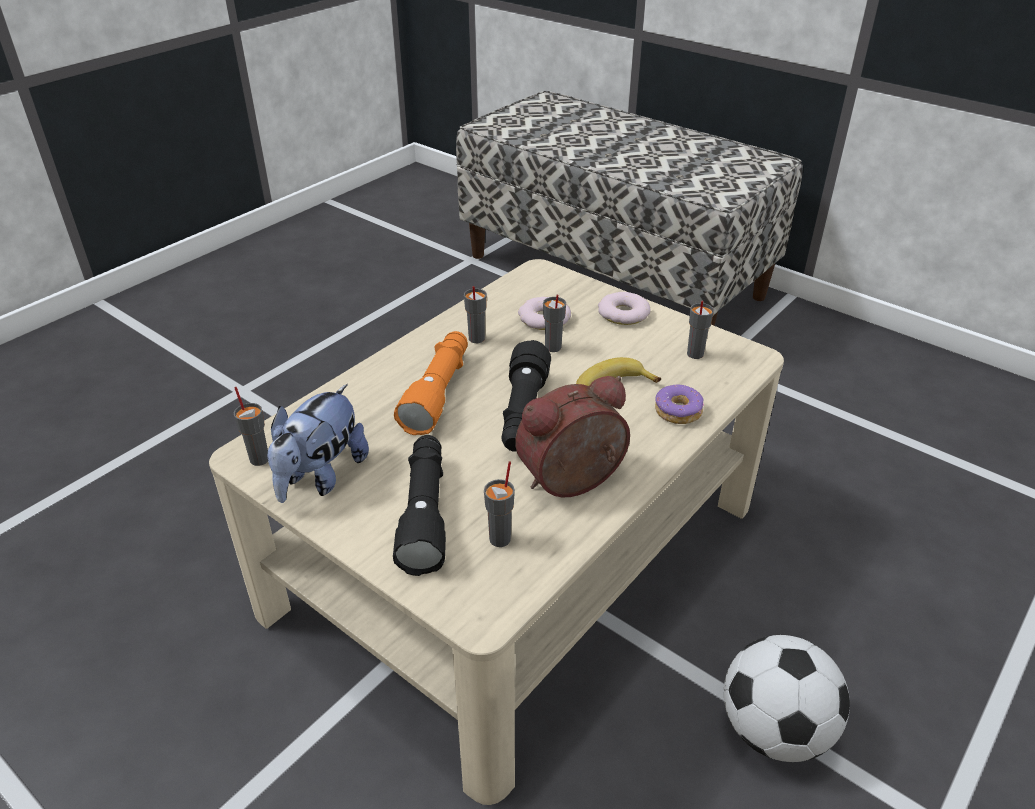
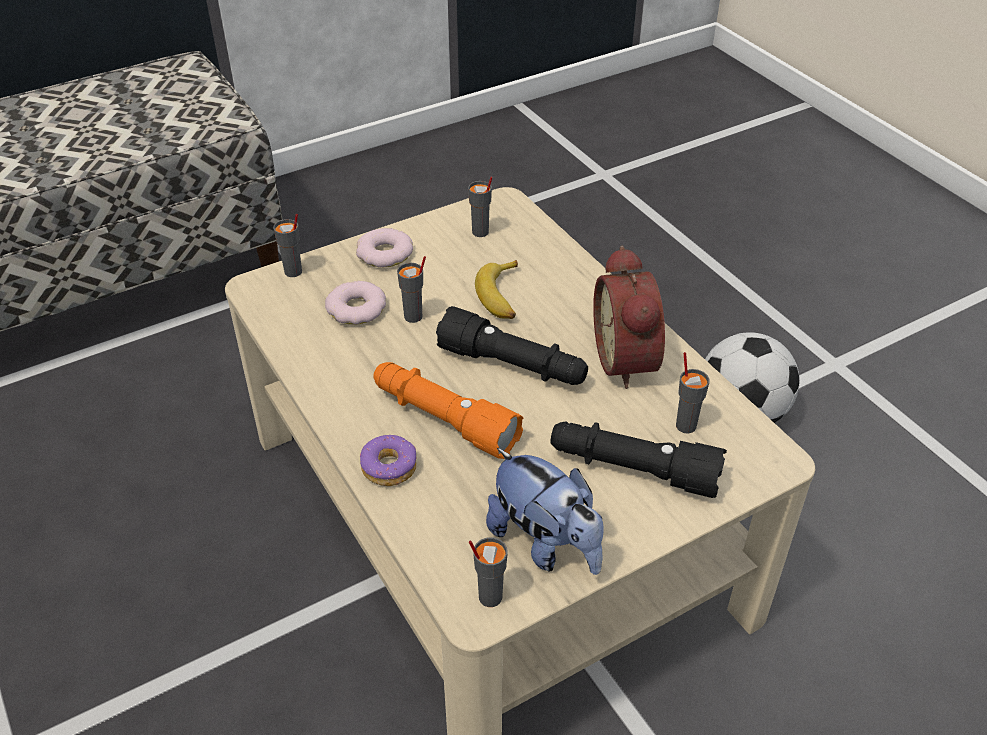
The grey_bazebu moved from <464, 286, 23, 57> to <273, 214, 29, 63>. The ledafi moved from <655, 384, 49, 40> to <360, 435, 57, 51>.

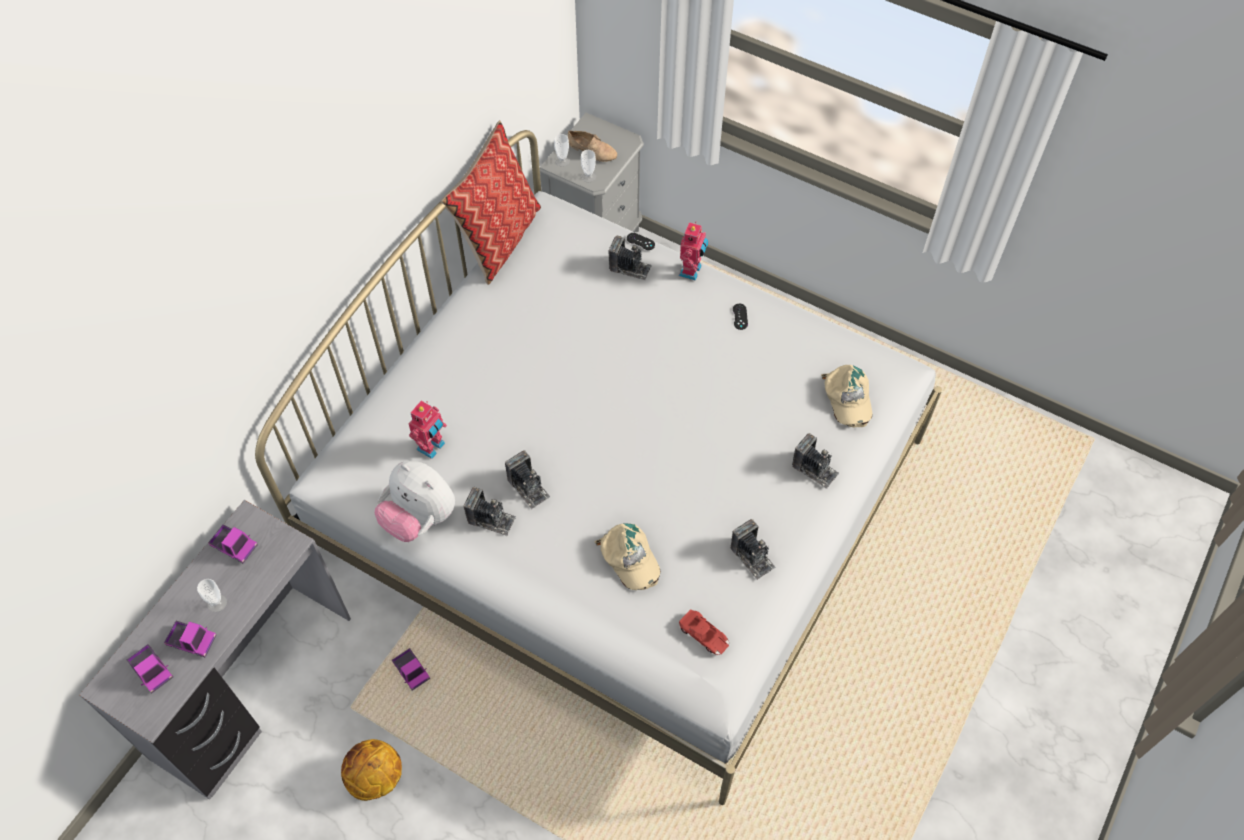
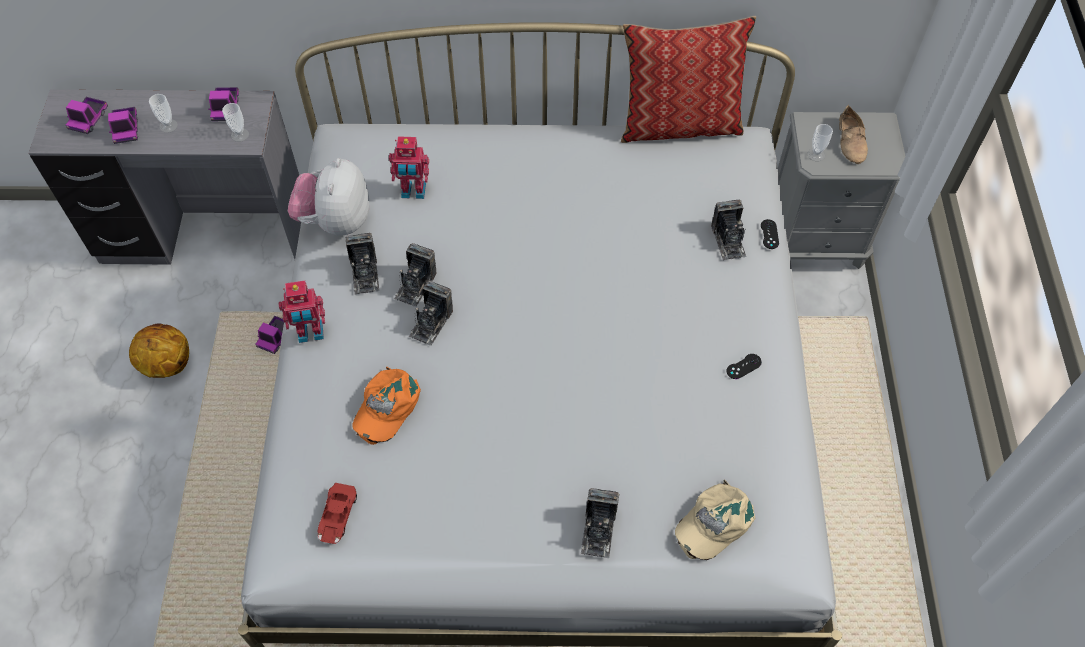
The bazebu moved from <554, 134, 16, 33> to <222, 103, 27, 39>. The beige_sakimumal at <595, 523, 66, 67> became the orange_sakimumal at <352, 367, 69, 78>. The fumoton moved from <679, 222, 29, 59> to <279, 280, 46, 63>. The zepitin moved from <730, 519, 45, 61> to <409, 281, 44, 65>.

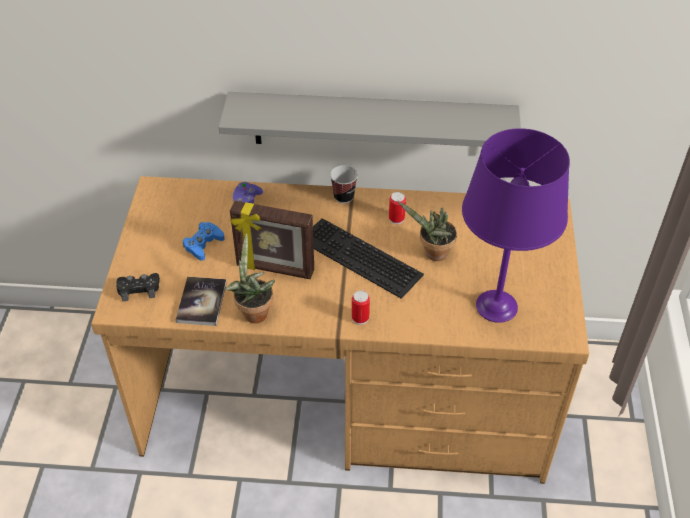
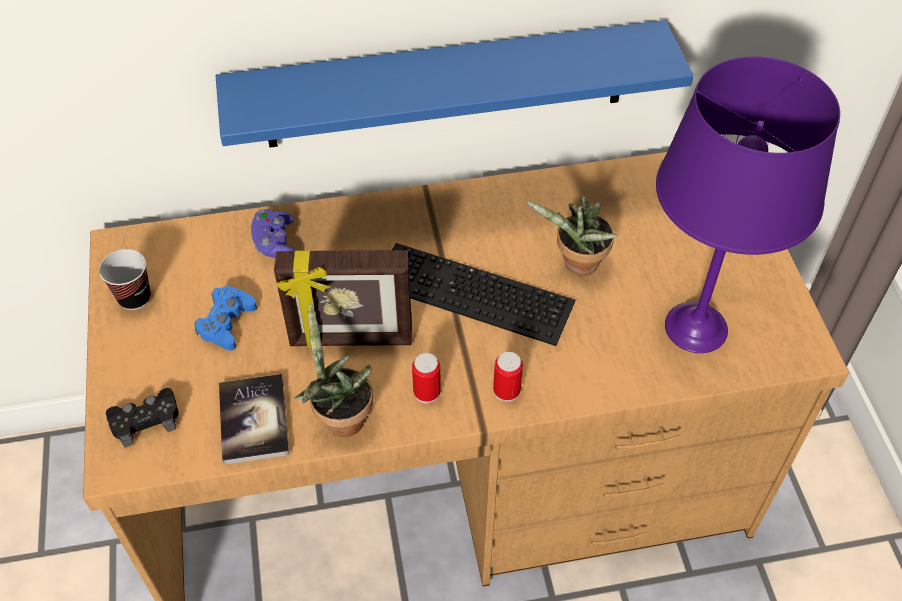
The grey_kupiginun at <219, 92, 302, 55> became the blue_kupiginun at <216, 20, 478, 128>. The bazebu moved from <330, 165, 28, 38> to <99, 249, 52, 61>. The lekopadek moved from <389, 192, 17, 32> to <412, 353, 29, 50>.

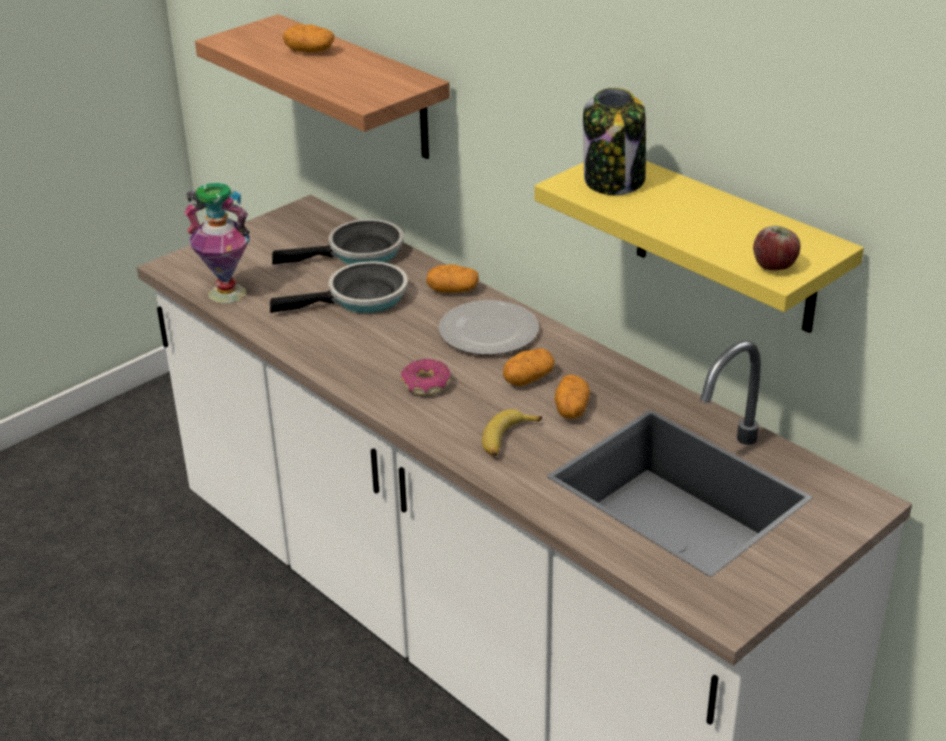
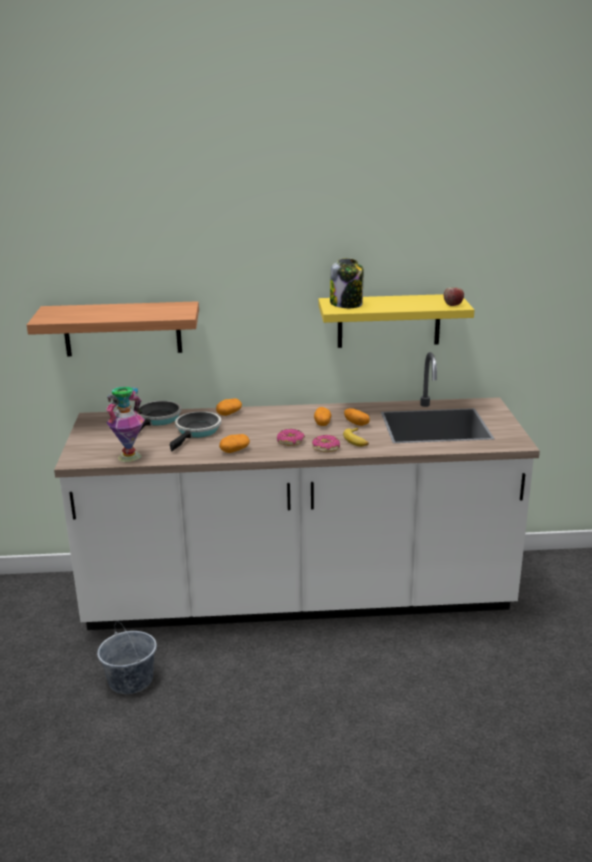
The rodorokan moved from <283, 24, 51, 28> to <219, 434, 31, 19>. The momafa at <438, 300, 101, 55> disappeared. The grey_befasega at <97, 621, 60, 73> appeared. The ledafi at <312, 435, 28, 17> appeared.

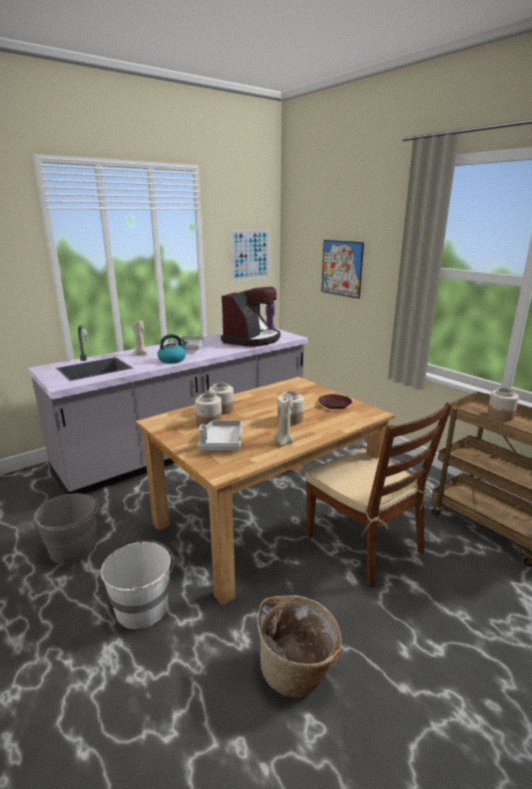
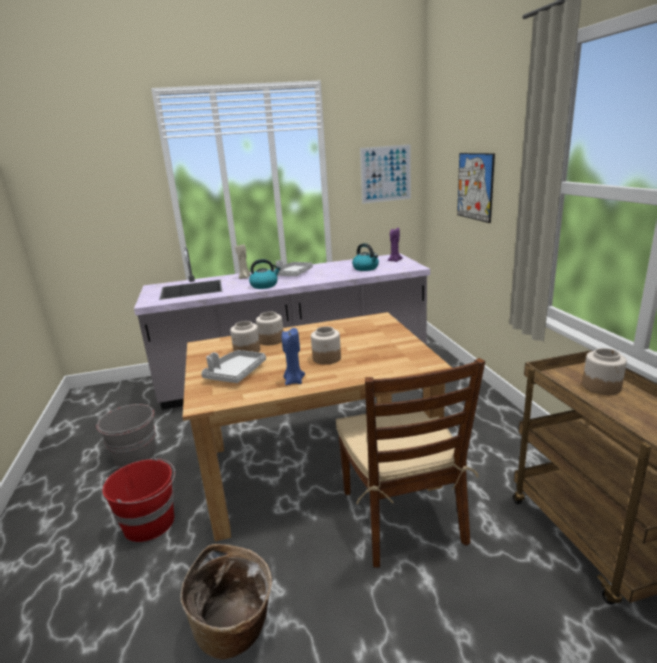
The white_befasega at <101, 540, 73, 89> became the red_befasega at <103, 458, 72, 84>. The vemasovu at <221, 287, 60, 60> was replaced by the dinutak at <352, 243, 27, 28>. The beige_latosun at <274, 393, 19, 52> became the blue_latosun at <282, 328, 23, 57>. The brown_momafa at <318, 394, 34, 15> disappeared.

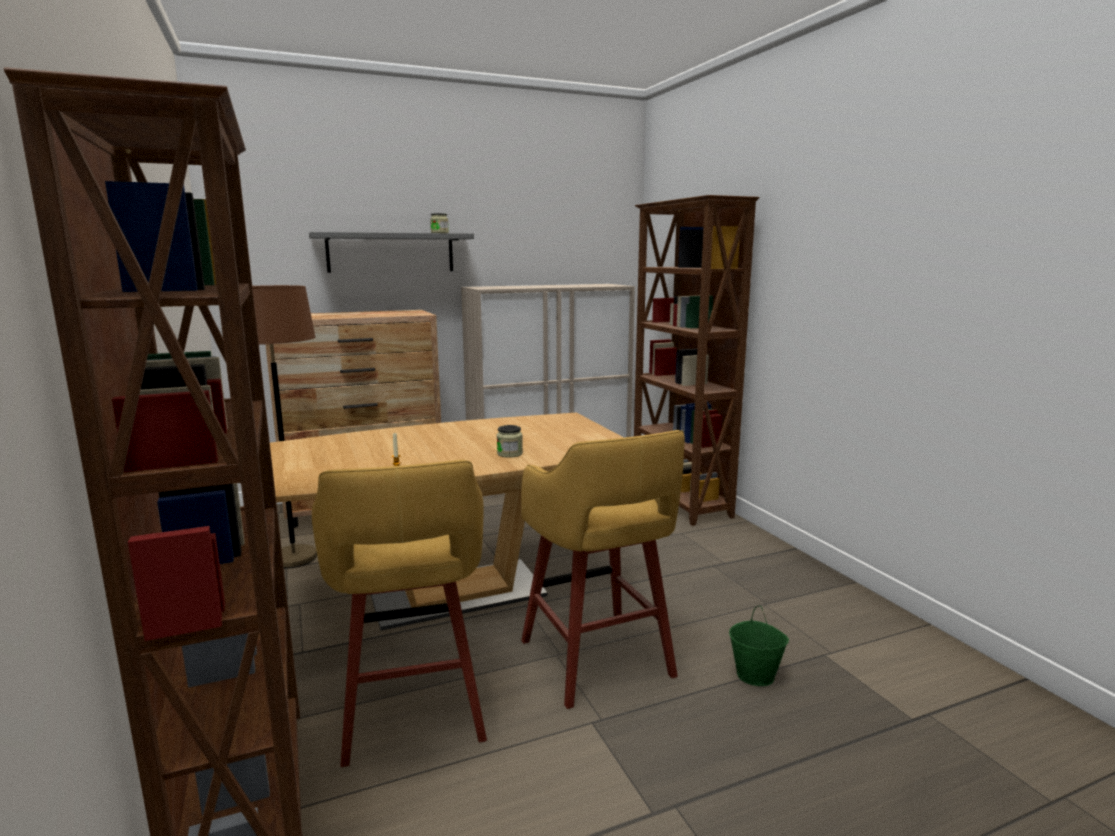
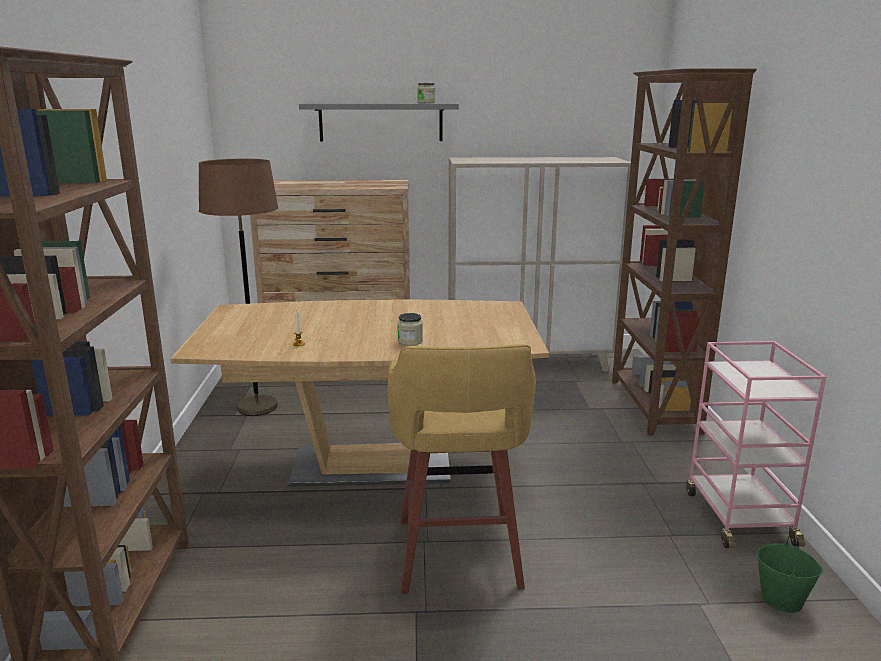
The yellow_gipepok at <312, 460, 175, 307> disappeared. The green_befasega moved from <729, 606, 60, 80> to <757, 531, 67, 82>. The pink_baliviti at <686, 341, 140, 207> appeared.

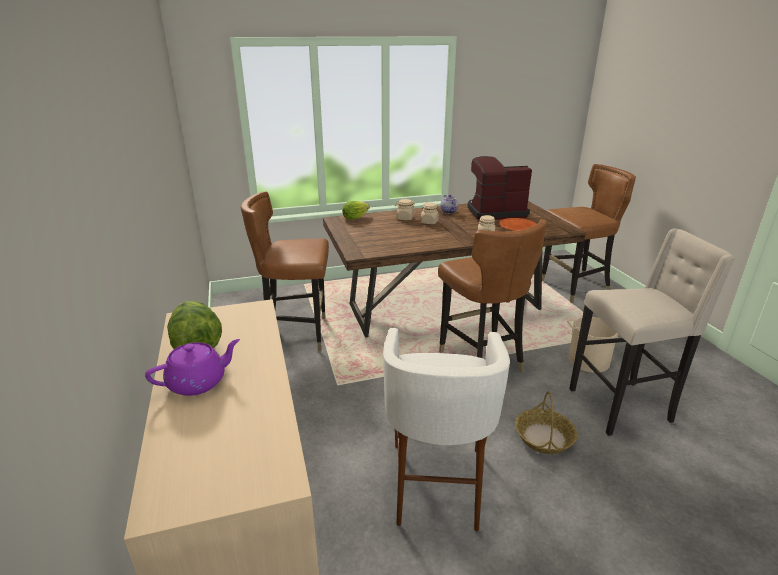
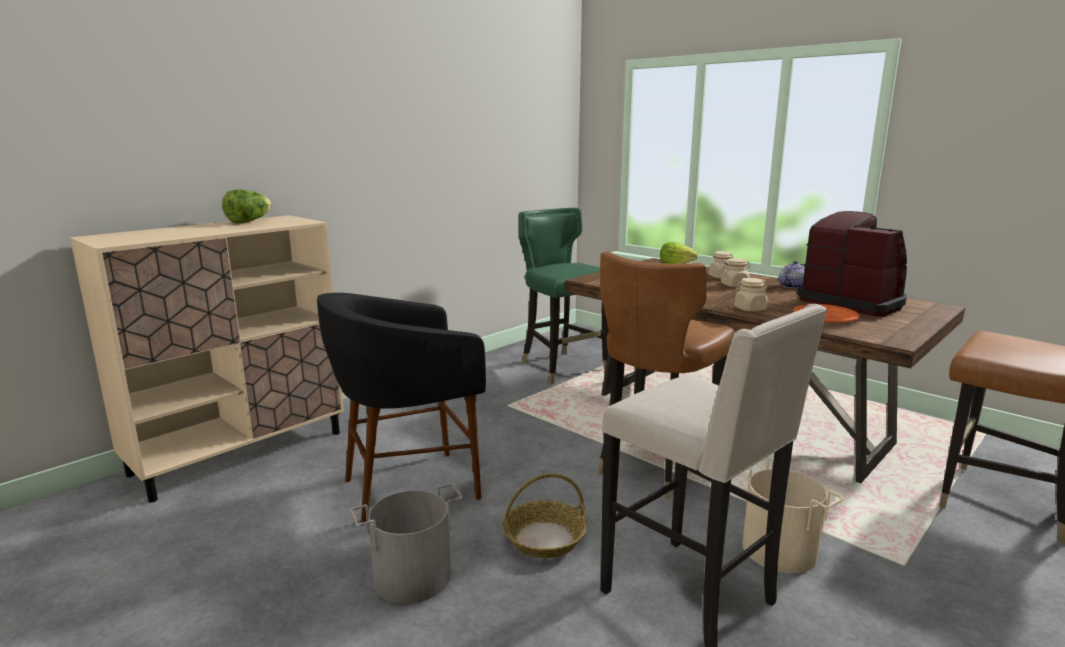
The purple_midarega at <145, 339, 95, 57> disappeared. The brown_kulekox at <240, 192, 89, 159> became the green_kulekox at <519, 208, 90, 176>. The white_gipepok at <383, 328, 127, 203> became the black_gipepok at <317, 293, 169, 230>. The grey_befasega at <350, 483, 113, 121> appeared.

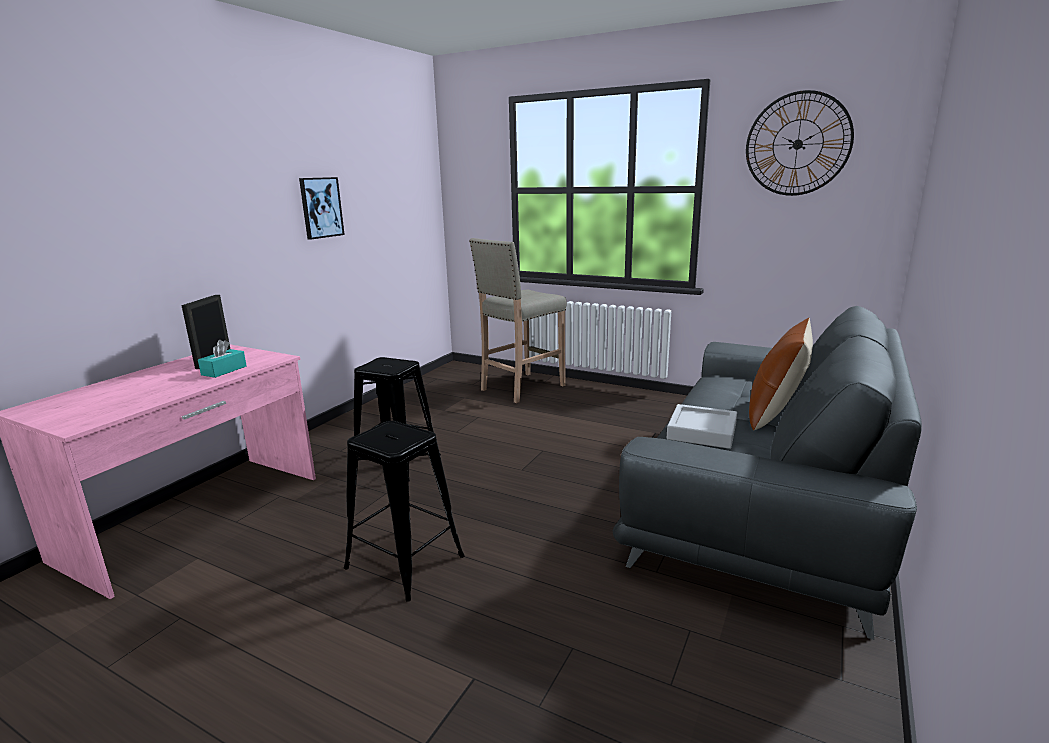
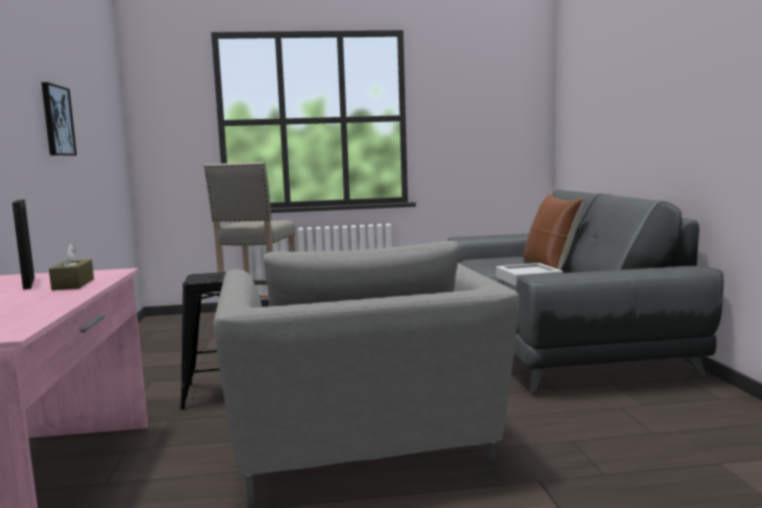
The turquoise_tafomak at <198, 340, 49, 38> became the brown_tafomak at <49, 243, 45, 47>. The black_gipepok at <344, 421, 121, 180> was replaced by the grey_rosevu at <213, 241, 307, 264>. The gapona at <746, 90, 108, 106> disappeared.

